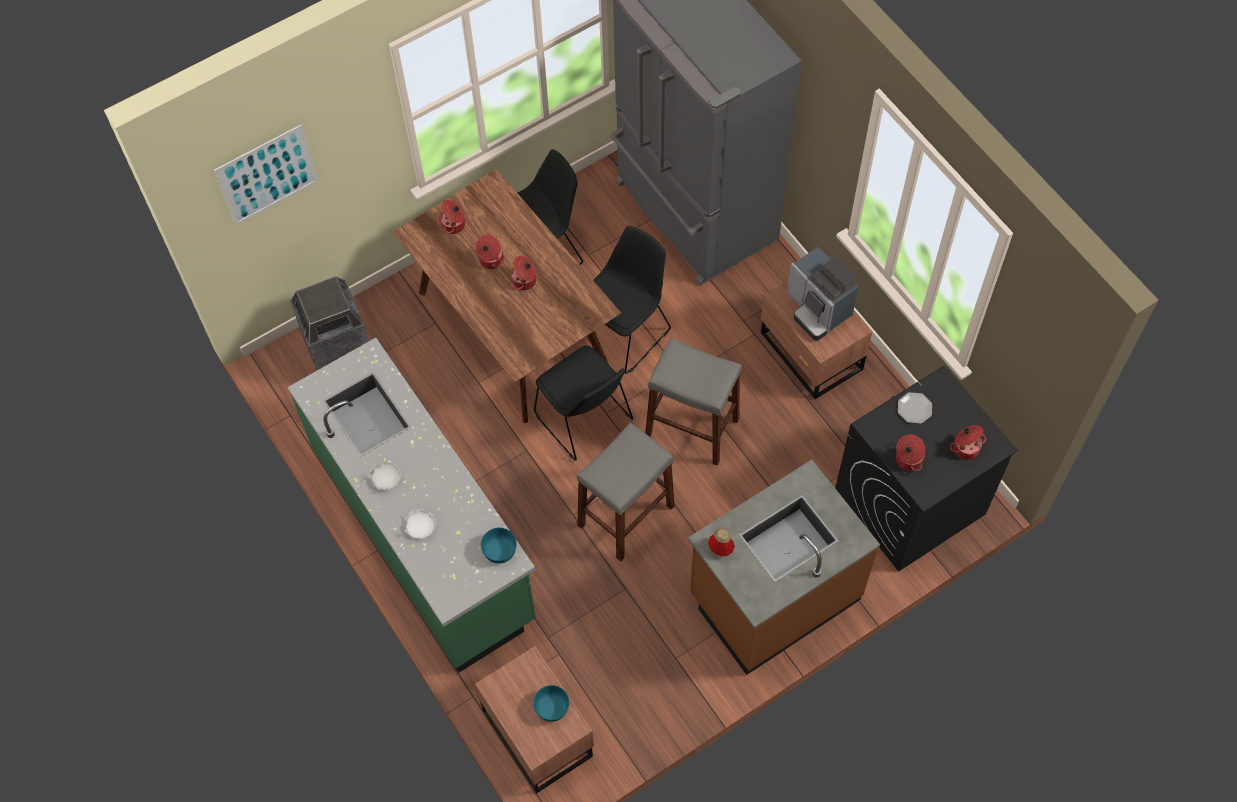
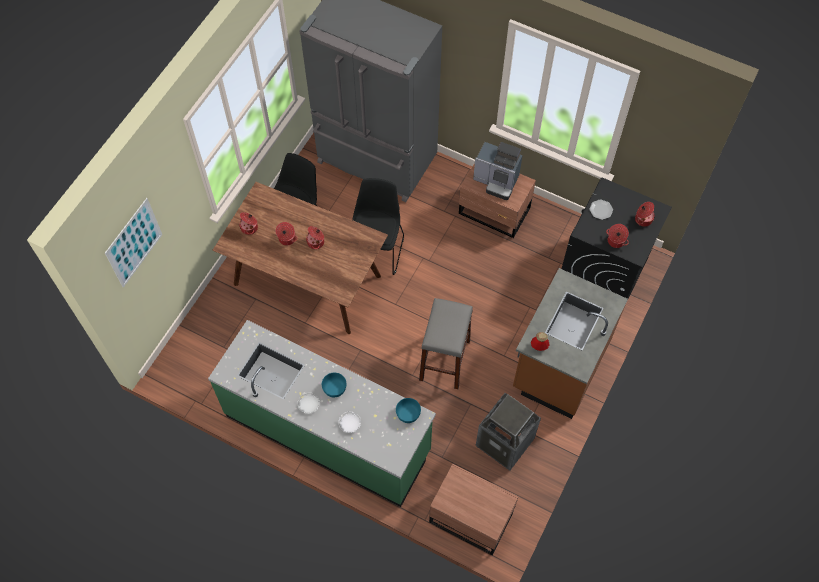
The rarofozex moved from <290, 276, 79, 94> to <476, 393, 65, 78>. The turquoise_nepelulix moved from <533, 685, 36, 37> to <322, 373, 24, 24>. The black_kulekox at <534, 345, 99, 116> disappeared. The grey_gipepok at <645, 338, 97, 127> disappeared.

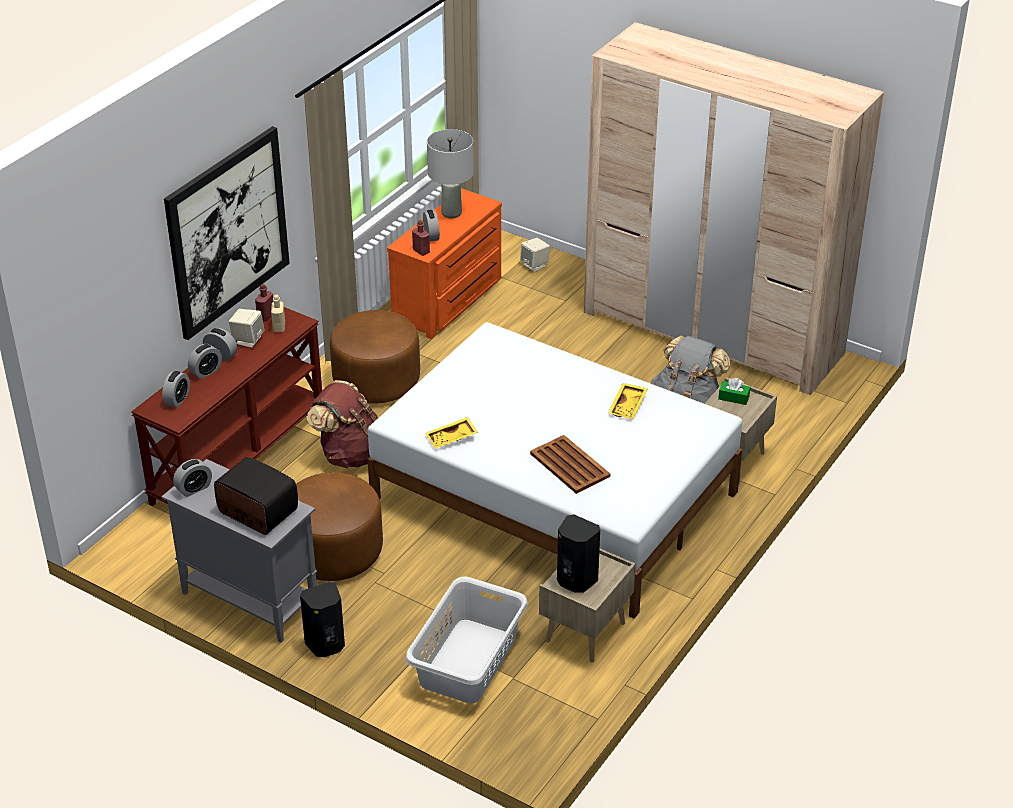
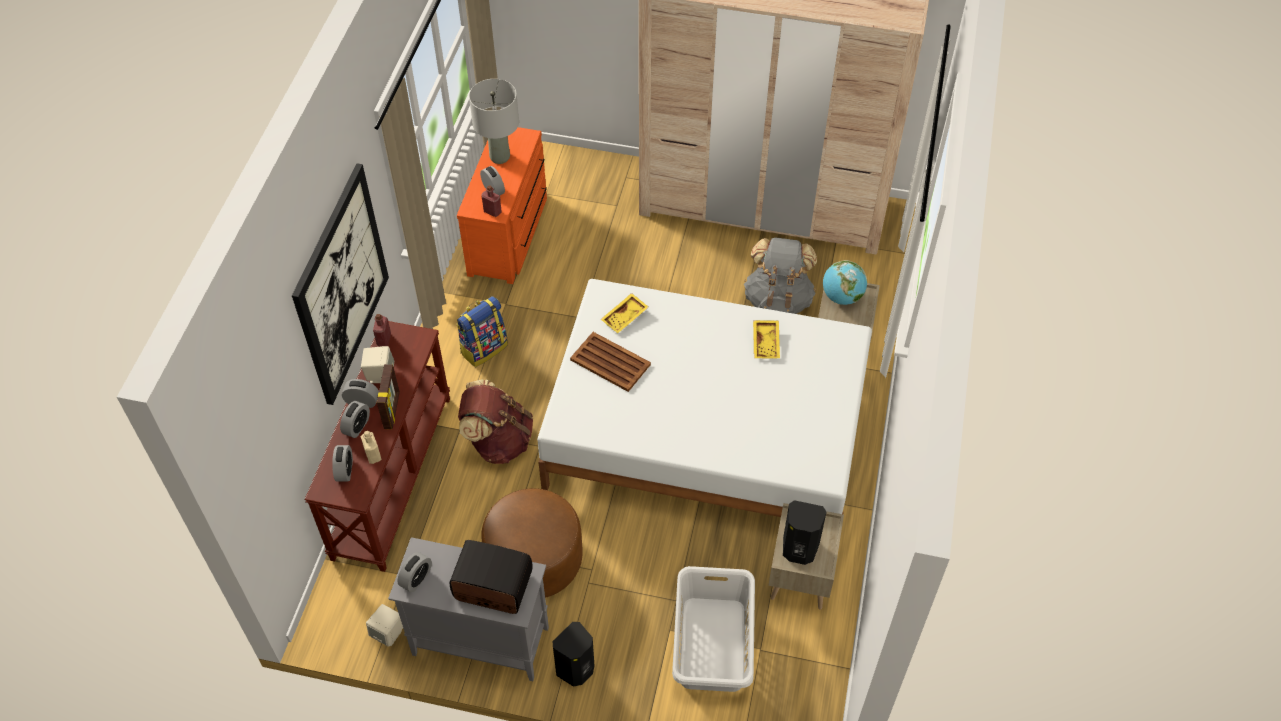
The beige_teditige moved from <271, 295, 14, 37> to <361, 431, 20, 33>. The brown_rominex at <330, 310, 90, 94> was replaced by the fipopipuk at <456, 296, 52, 71>. The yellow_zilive moved from <425, 417, 53, 31> to <601, 293, 47, 40>. The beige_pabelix moved from <520, 238, 30, 34> to <366, 604, 37, 43>. The brown_zilive moved from <530, 435, 80, 59> to <570, 332, 81, 60>. The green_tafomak at <718, 378, 32, 27> was replaced by the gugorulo at <823, 260, 44, 45>. The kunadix at <377, 364, 23, 65> appeared.

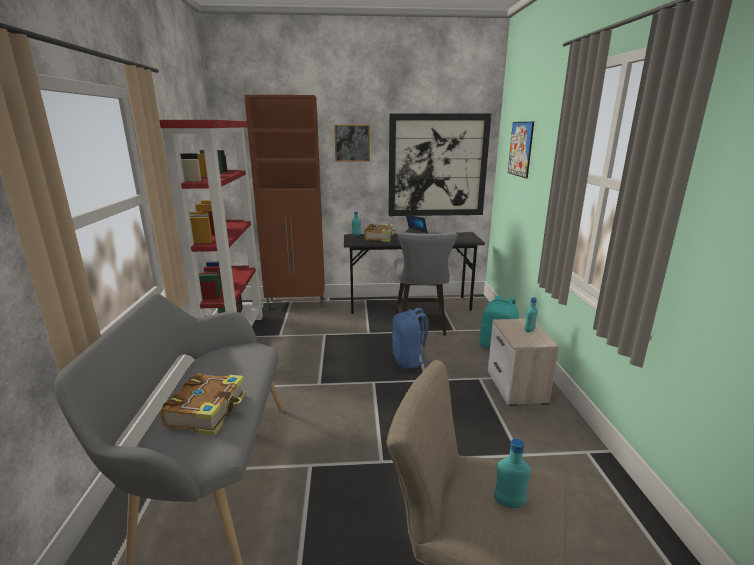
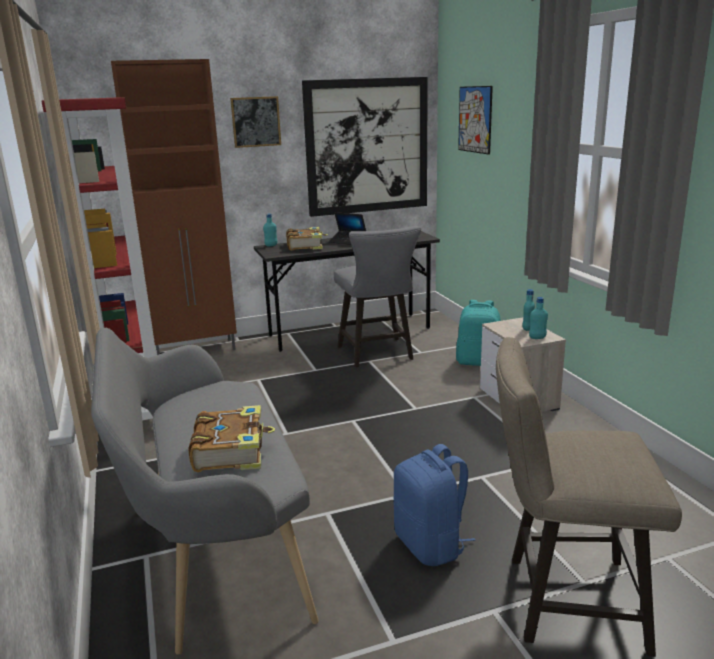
The blue_fipopipuk moved from <392, 308, 41, 61> to <393, 444, 82, 122>. The turquoise_teditige moved from <494, 439, 37, 69> to <529, 297, 19, 42>.

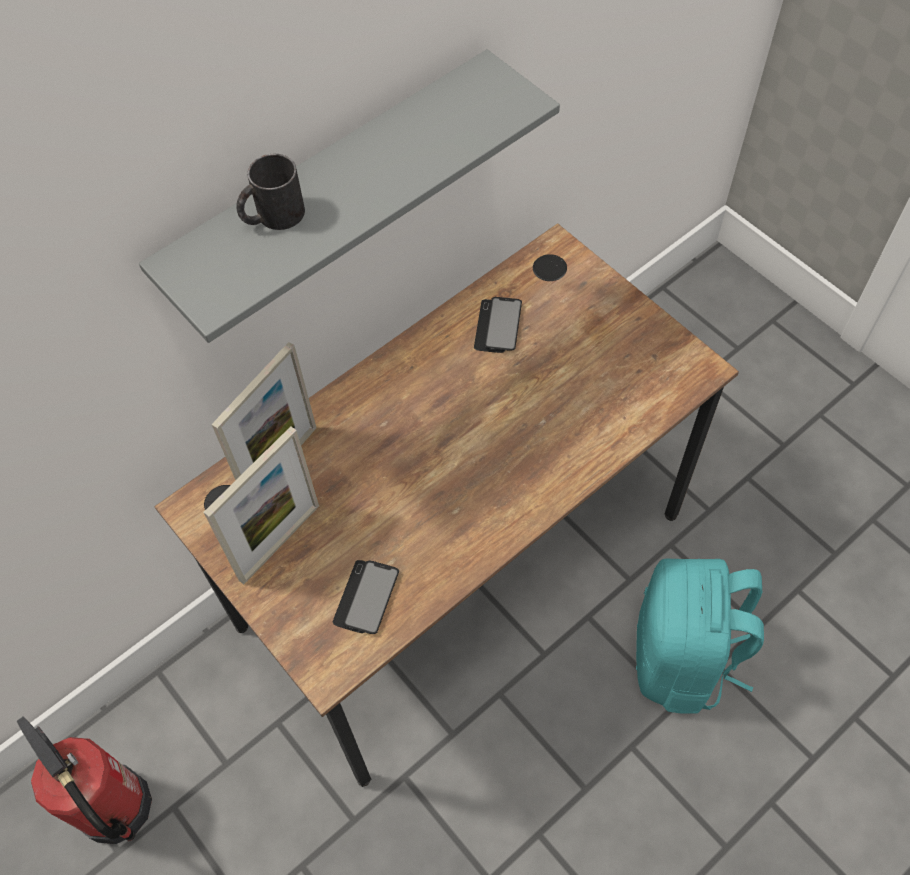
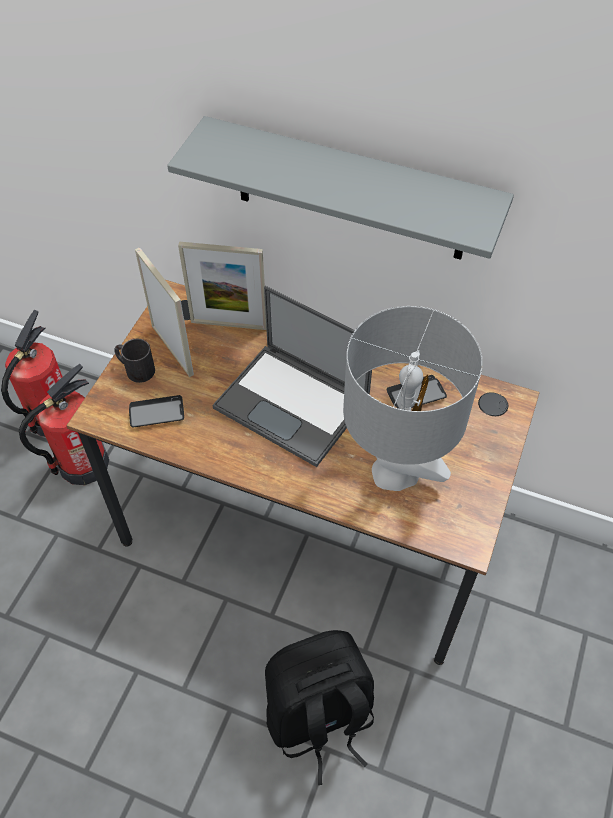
The kunadix at <203, 426, 116, 159> turned 135 degrees counterclockwise. The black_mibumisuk moved from <236, 154, 69, 76> to <114, 339, 41, 44>. The turquoise_fipopipuk at <636, 559, 128, 154> became the black_fipopipuk at <265, 630, 109, 155>. The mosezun at <19, 364, 90, 121> appeared. The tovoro at <213, 286, 159, 181> appeared. The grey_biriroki at <343, 306, 140, 185> appeared.

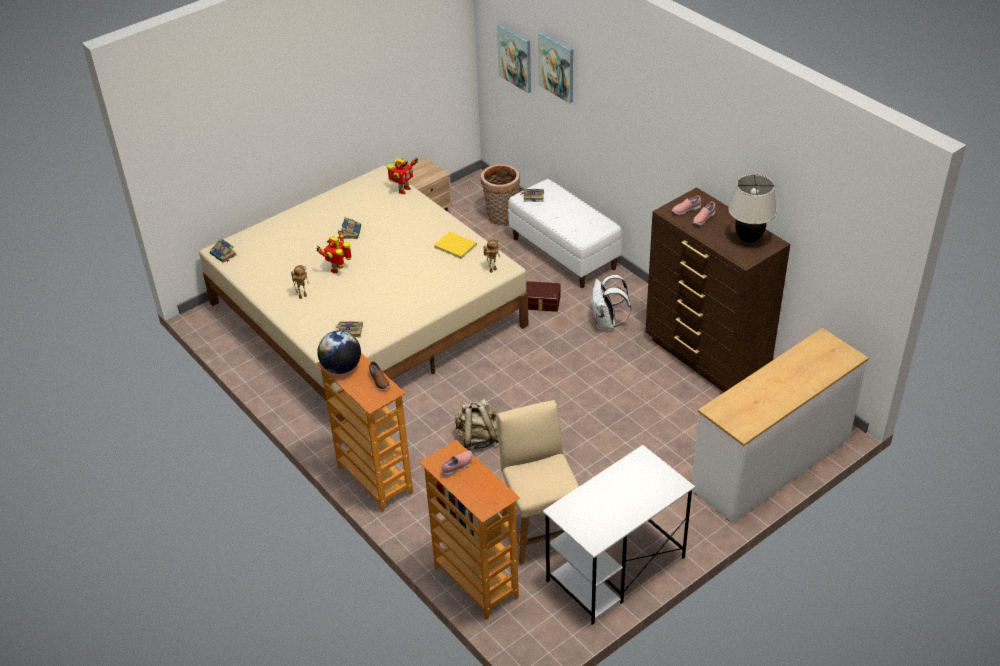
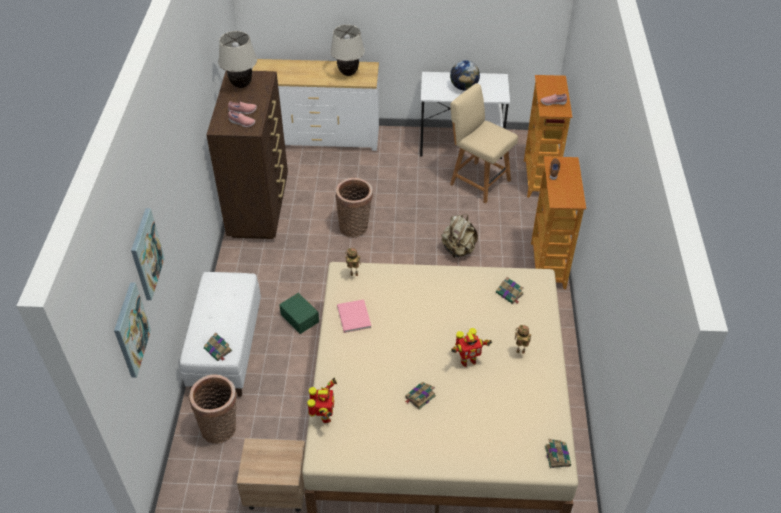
The gugorulo moved from <317, 330, 44, 44> to <450, 60, 30, 31>. The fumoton at <387, 157, 31, 37> turned 105 degrees clockwise. The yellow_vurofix at <434, 232, 43, 27> became the pink_vurofix at <337, 299, 34, 34>. The beige_kulekox at <497, 400, 82, 165> turned 105 degrees clockwise. The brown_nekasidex at <526, 281, 34, 31> became the green_nekasidex at <279, 293, 40, 41>. The white_fipopipuk at <591, 275, 40, 55> disappeared. The beige_biriroki at <330, 25, 35, 51> appeared. The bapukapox at <335, 178, 38, 59> appeared.

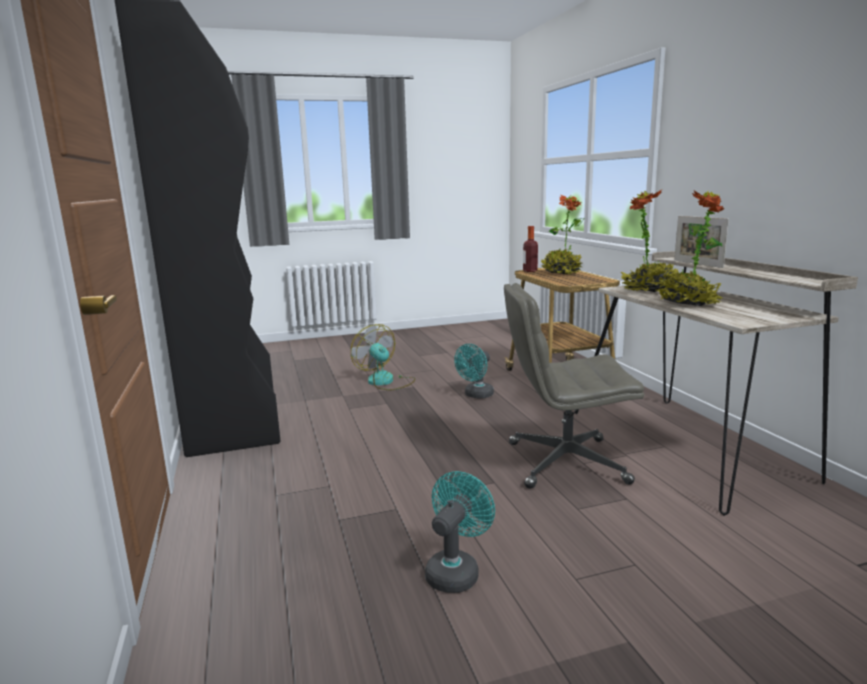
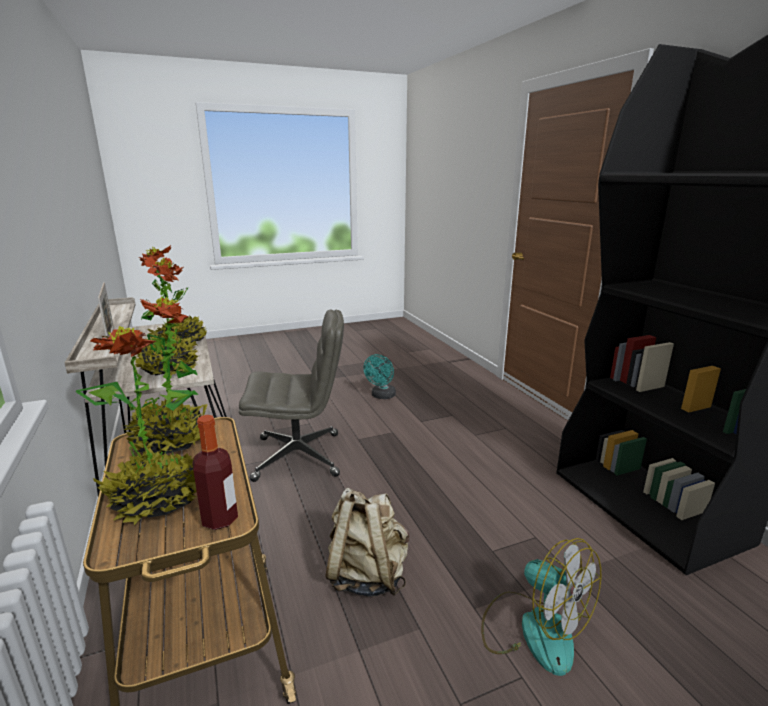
The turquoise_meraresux at <454, 344, 40, 54> was replaced by the beige_fipopipuk at <325, 488, 84, 109>. The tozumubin at <123, 297, 85, 158> appeared.

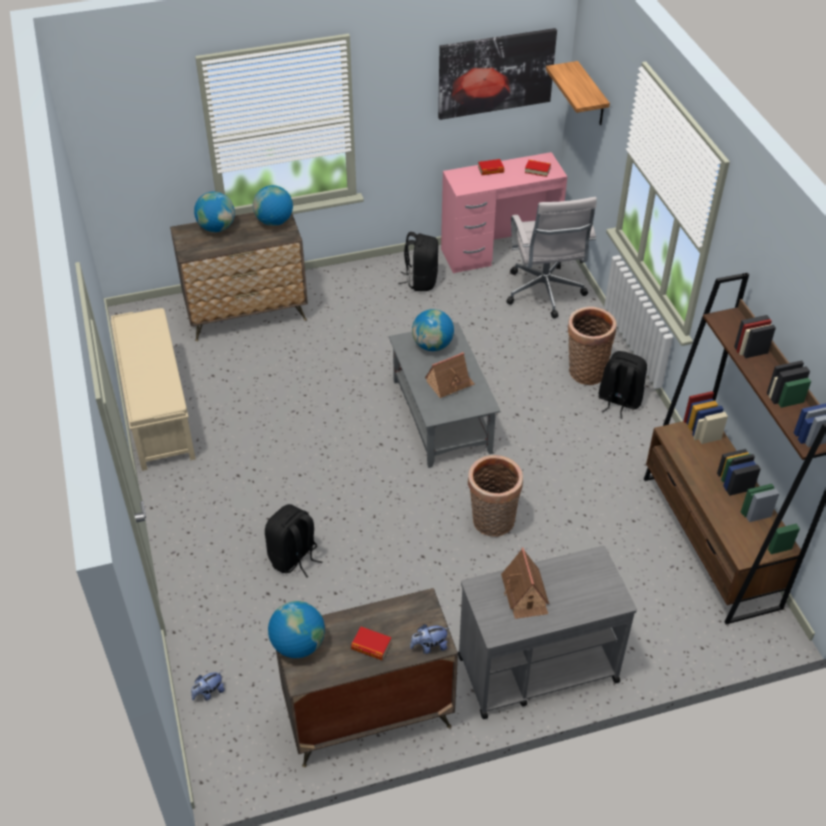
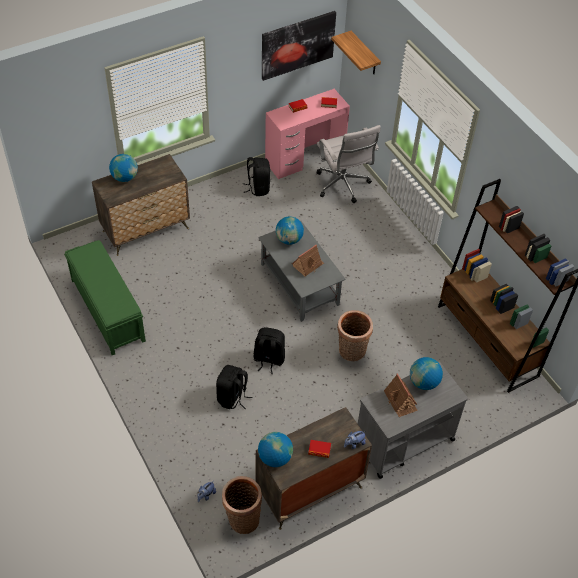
The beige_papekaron at <111, 308, 85, 163> became the green_papekaron at <64, 240, 82, 115>. The gugorulo moved from <253, 185, 40, 41> to <410, 357, 33, 33>. The bapukapox moved from <568, 307, 49, 78> to <222, 476, 40, 58>. The black_fipopipuk moved from <598, 351, 49, 68> to <254, 327, 31, 47>.

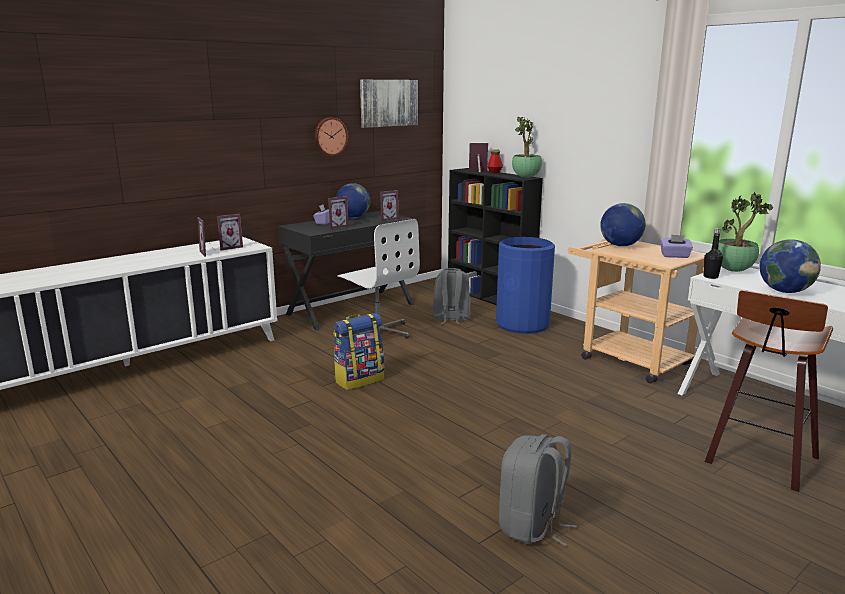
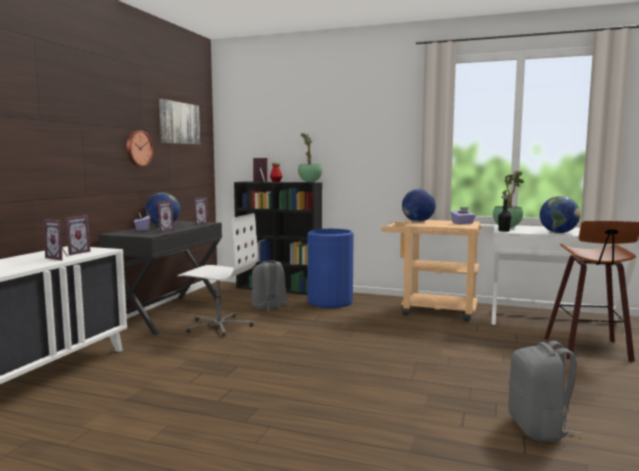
The fipopipuk at <333, 313, 52, 77> disappeared.

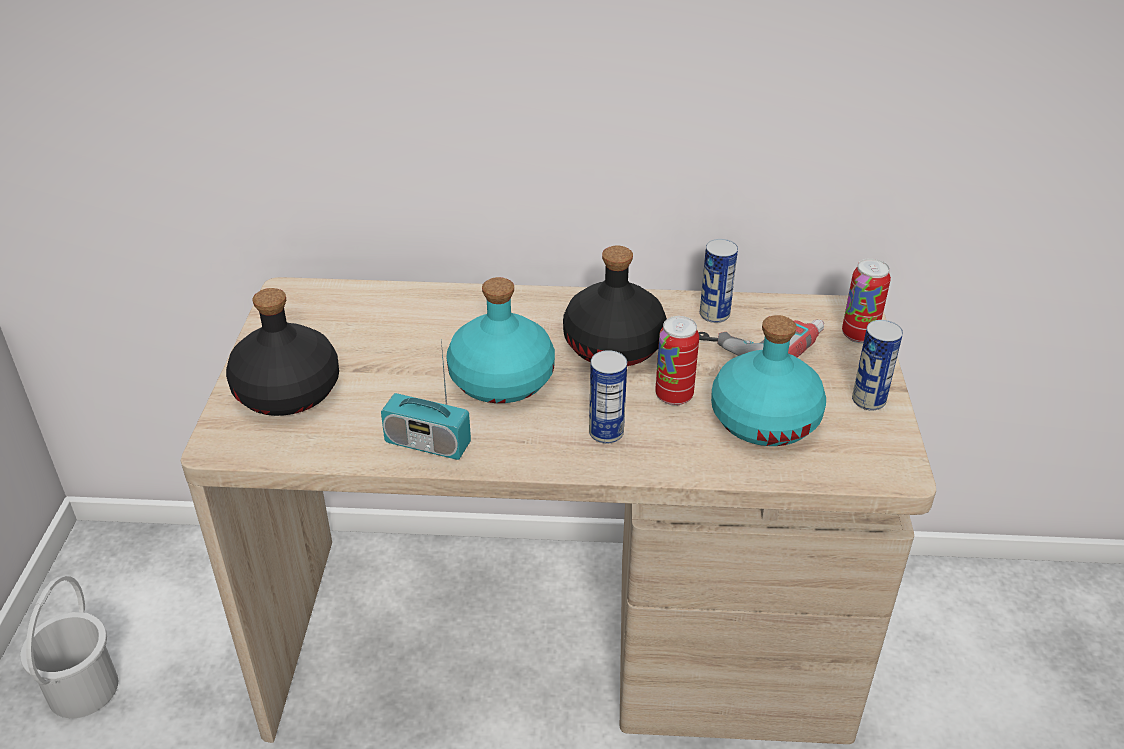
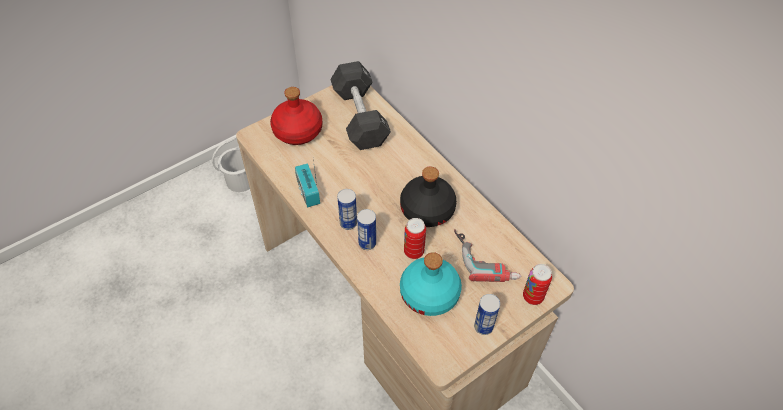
The black_teditige at <226, 288, 113, 128> became the red_teditige at <270, 87, 52, 58>. The turquoise_teditige at <446, 277, 109, 126> disappeared. The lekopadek moved from <700, 239, 38, 84> to <337, 189, 20, 41>. The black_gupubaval at <330, 61, 61, 89> appeared.

